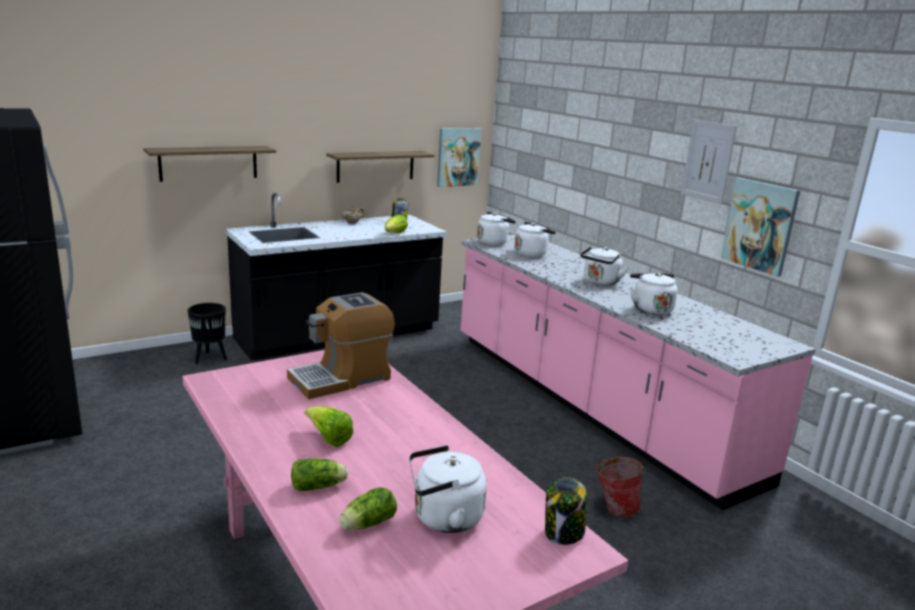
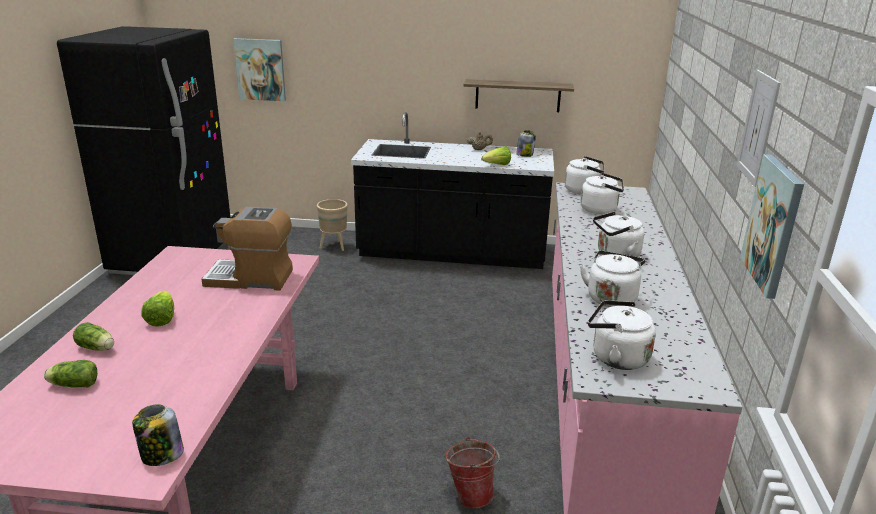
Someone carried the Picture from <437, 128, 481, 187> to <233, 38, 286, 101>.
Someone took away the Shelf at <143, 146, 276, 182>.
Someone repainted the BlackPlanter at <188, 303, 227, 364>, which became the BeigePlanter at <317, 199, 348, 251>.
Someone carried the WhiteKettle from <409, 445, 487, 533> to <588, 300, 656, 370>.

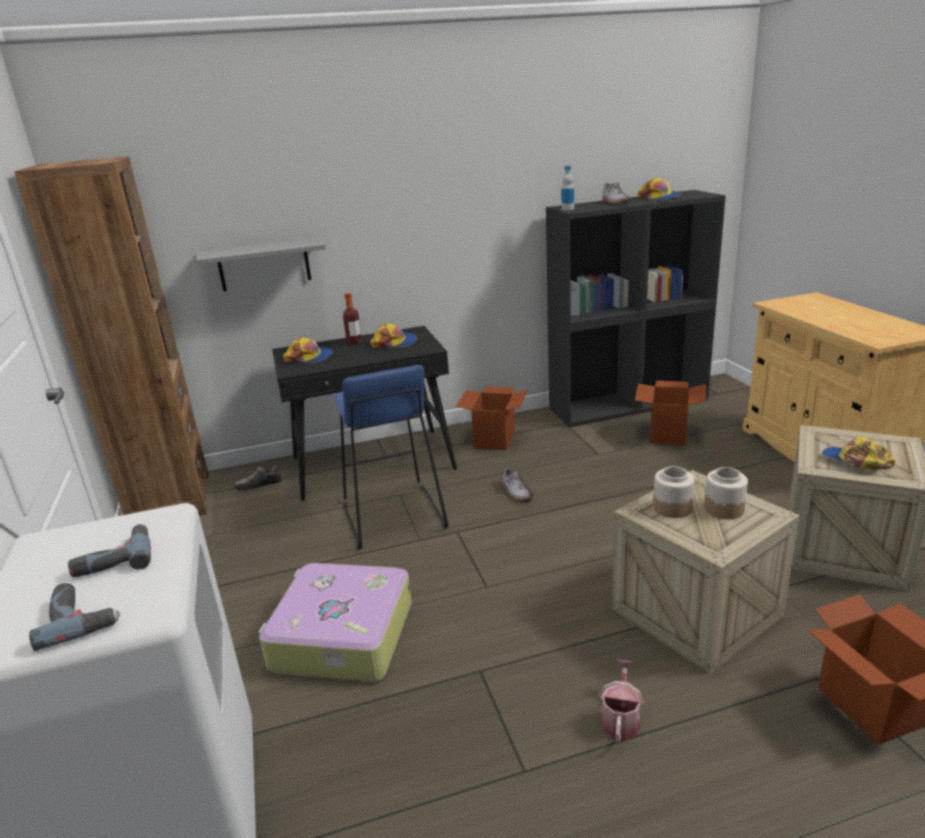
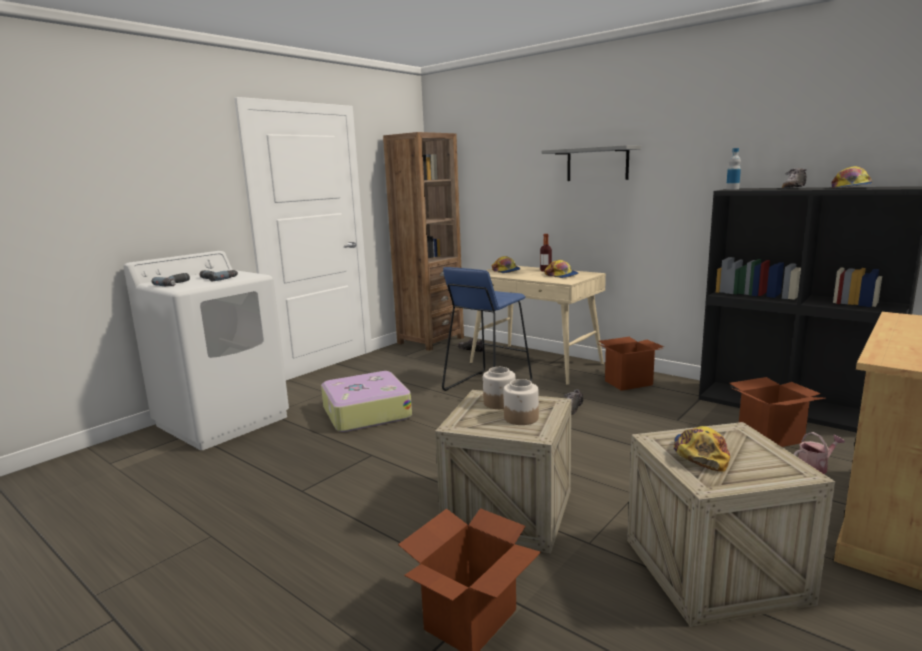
Someone carried the GreyShelf from <196, 237, 326, 291> to <542, 145, 641, 181>.
Someone repainted the BlackDesk at <272, 326, 457, 501>, which became the BeigeDesk at <470, 266, 606, 385>.
Someone carried the WateringCan from <599, 659, 644, 742> to <793, 432, 845, 474>.

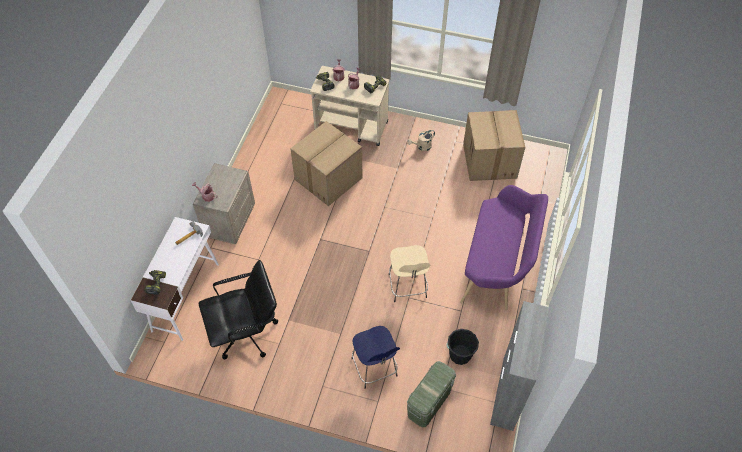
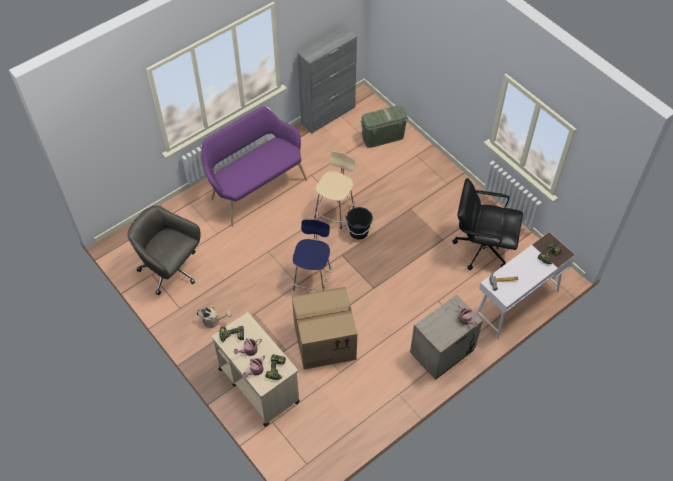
Someone swapped the CardboardBox at <463, 110, 525, 181> for the GreyOfficeChair at <127, 205, 200, 295>.
Someone carried the BlueStool from <351, 326, 400, 389> to <293, 219, 332, 291>.
Someone carried the BlackBucket from <446, 329, 479, 365> to <345, 207, 373, 240>.

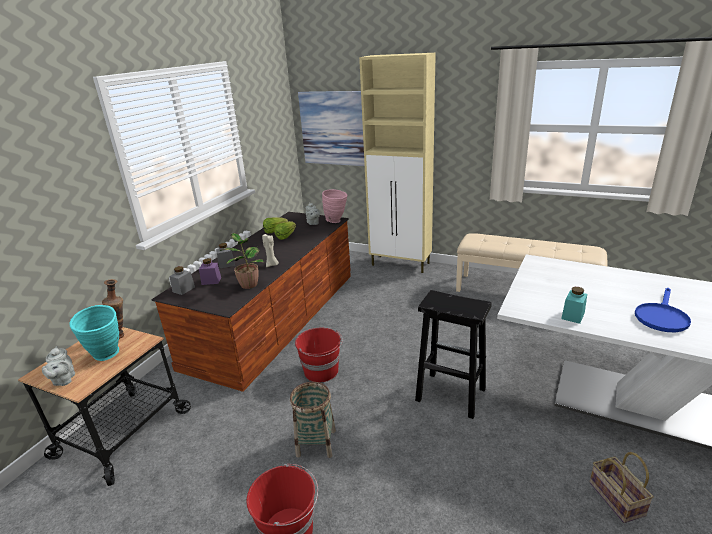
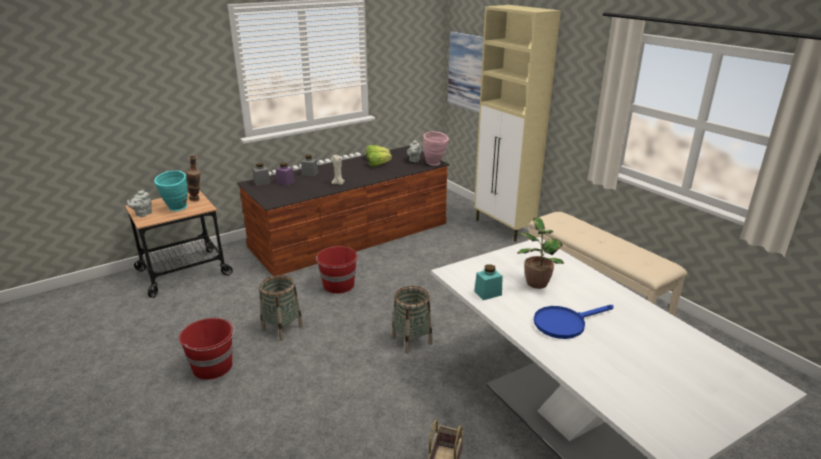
Someone carried the PottedPlant from <219, 233, 264, 289> to <515, 217, 564, 289>.
Someone swapped the BlackStool at <415, 290, 492, 419> for the Basket at <392, 286, 433, 354>.

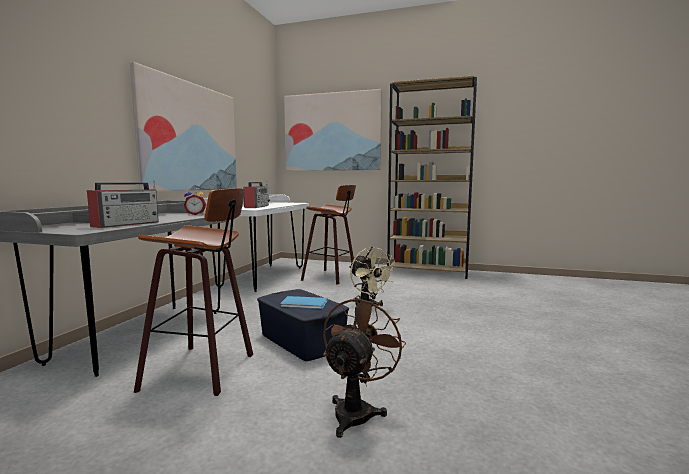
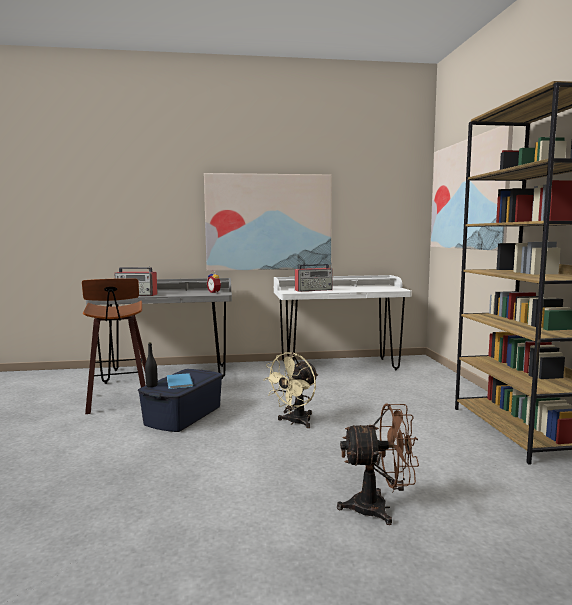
Someone took away the Stool at <301, 185, 356, 285>.
Someone carried the BrownFan from <323, 295, 406, 438> to <337, 403, 419, 525>.
Someone put down the BlackBottle at <145, 342, 158, 387>.

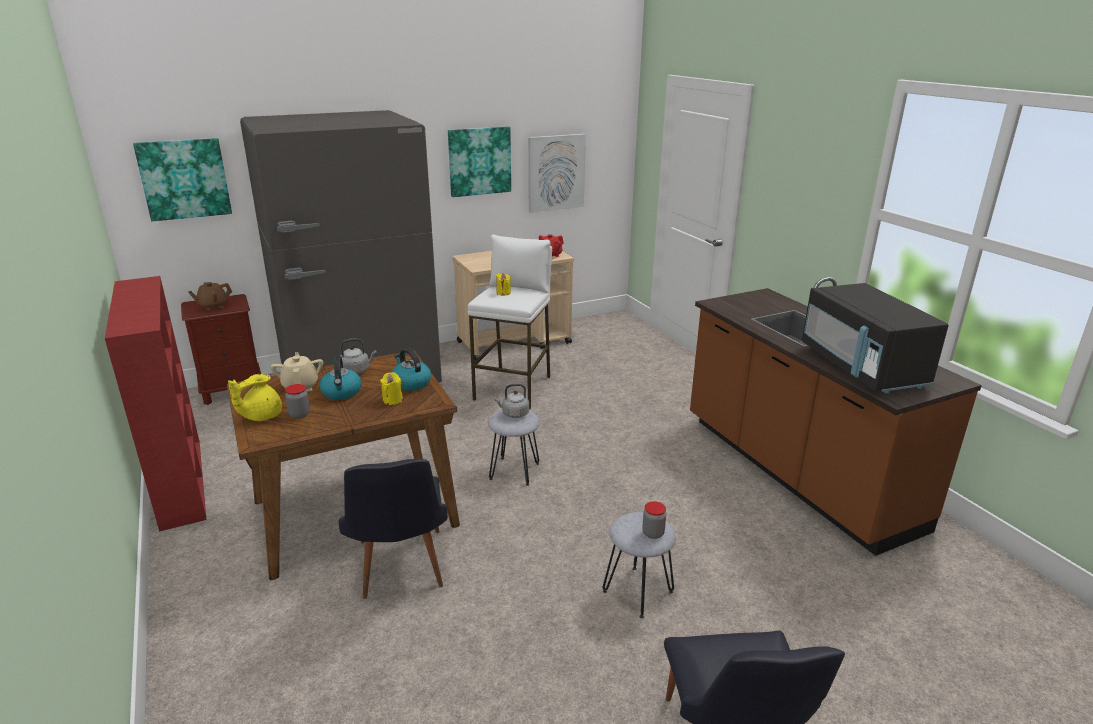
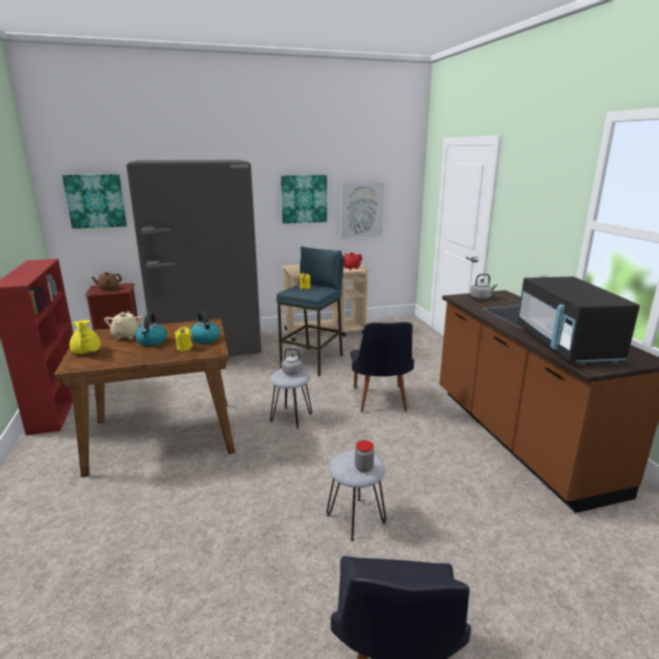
Someone repainted the WhiteStool at <467, 234, 552, 410>, which became the BlueStool at <276, 246, 344, 376>.
Someone carried the GreyKettle from <340, 338, 377, 374> to <470, 274, 497, 300>.
Someone rotated the YellowTeapot at <228, 374, 282, 421> by 75 degrees counterclockwise.
Someone took away the Jar at <285, 384, 310, 419>.
Someone carried the BlackChair from <339, 459, 448, 599> to <350, 322, 414, 413>.

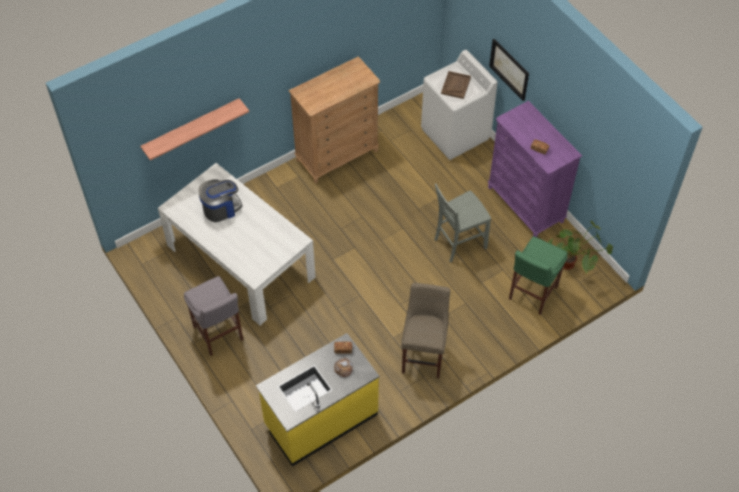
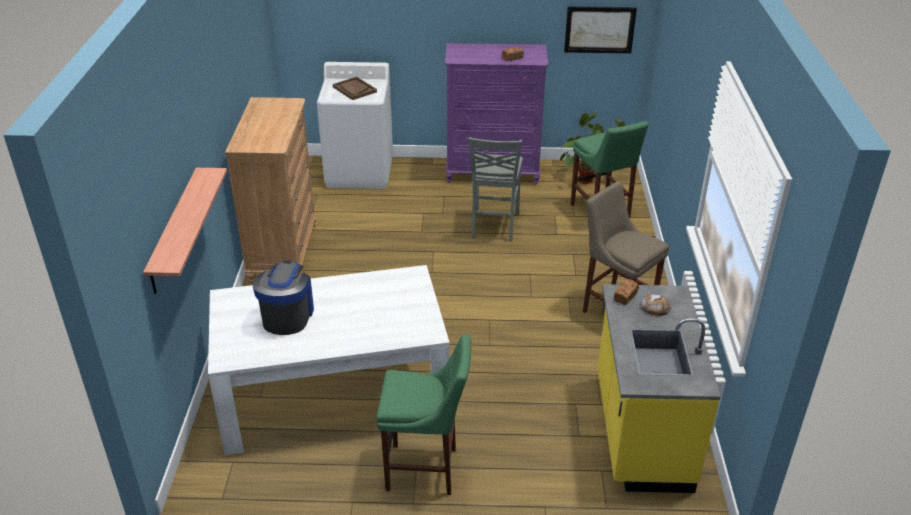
Someone carried the Picture from <489, 39, 529, 101> to <564, 6, 637, 53>.
Someone repainted the GreyStool at <184, 276, 243, 356>, which became the GreenStool at <377, 334, 471, 495>.

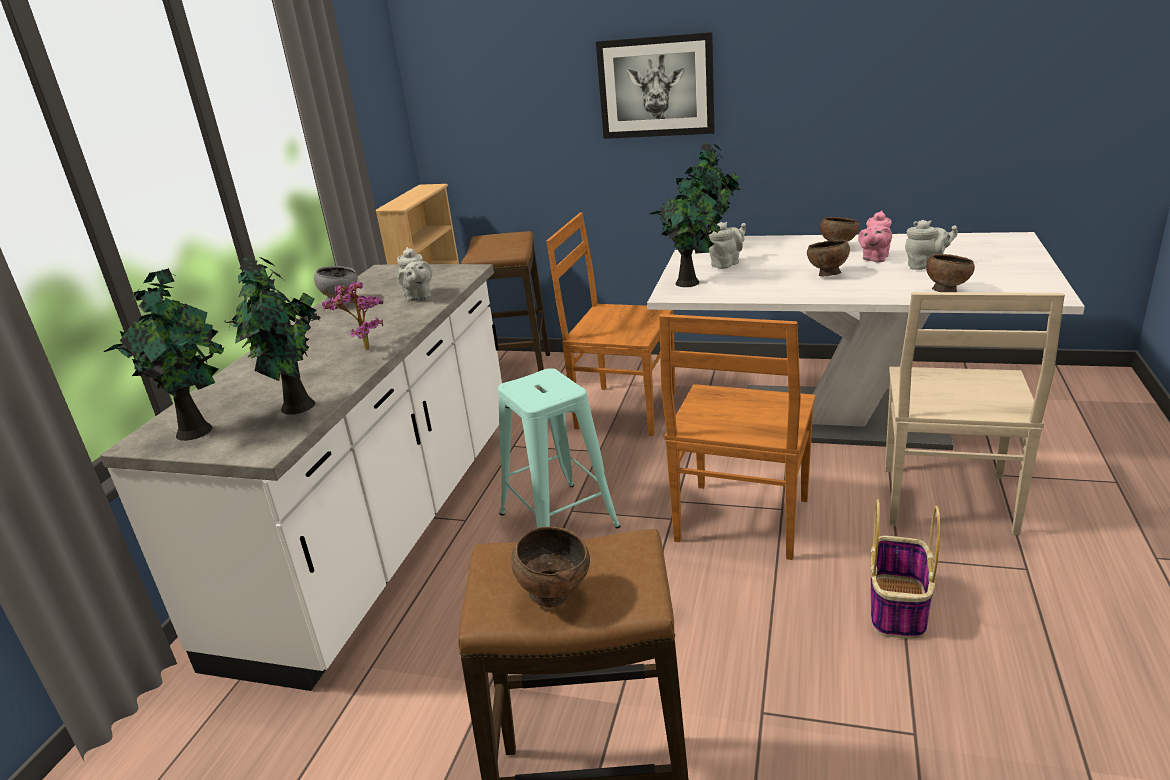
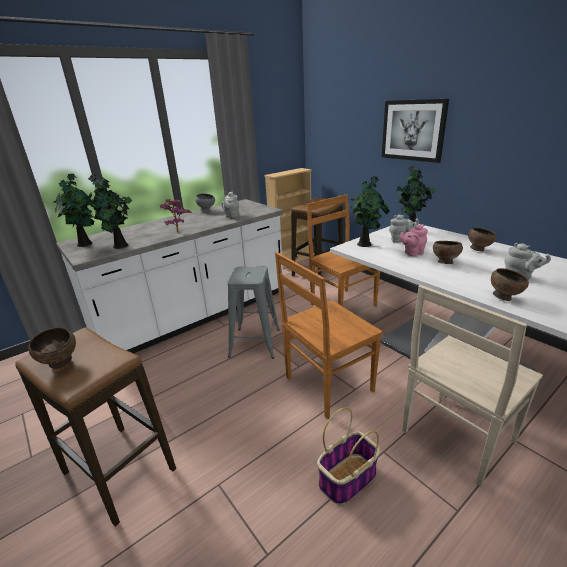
Someone carried the PinkTeapot from <858, 211, 892, 263> to <400, 224, 428, 256>.
Someone repainted the TurquoiseStool at <498, 368, 620, 528>, which became the GreyStool at <228, 267, 280, 359>.

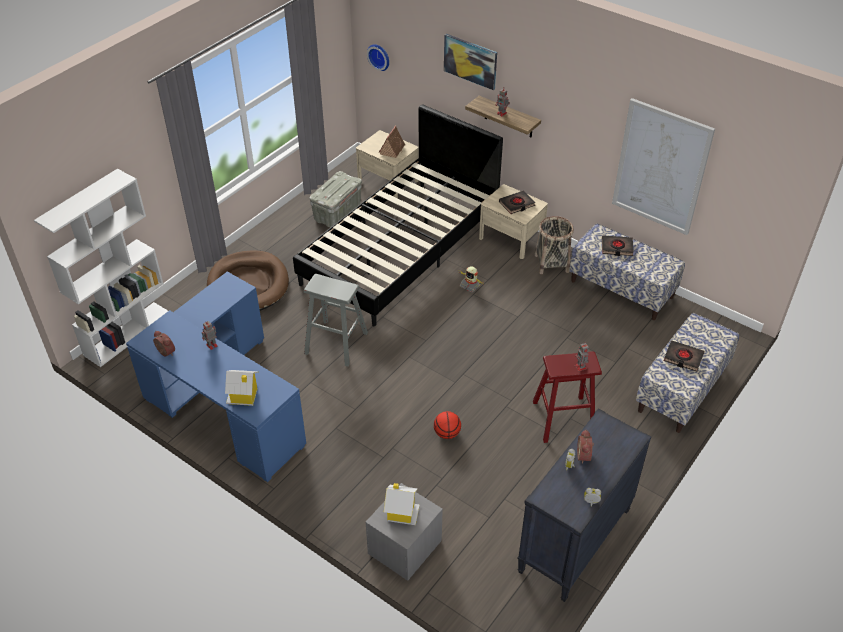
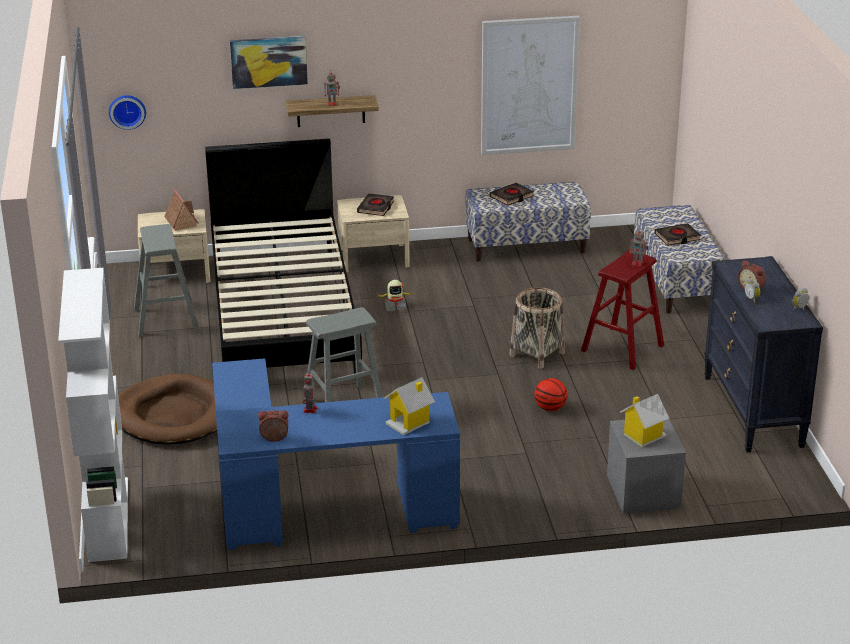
Someone swapped the GreyStorageBox at <309, 171, 362, 227> for the GreyStool at <134, 224, 199, 337>.
Someone carried the Basket from <535, 216, 574, 274> to <509, 287, 565, 369>.

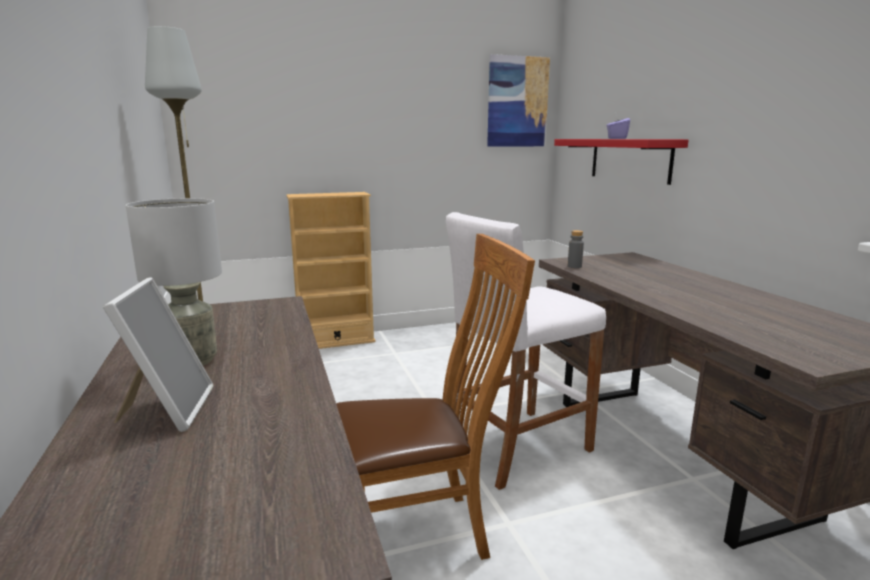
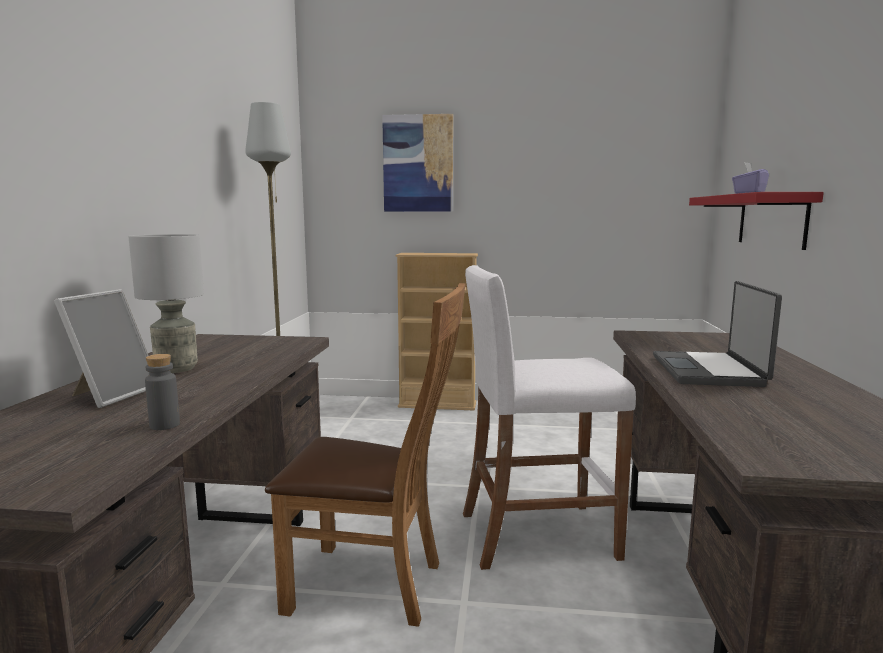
Someone carried the Picture from <487, 54, 550, 147> to <382, 114, 453, 212>.
Someone carried the GreyBottle from <568, 230, 584, 268> to <145, 354, 180, 430>.
Someone put down the Laptop at <653, 281, 782, 387>.

